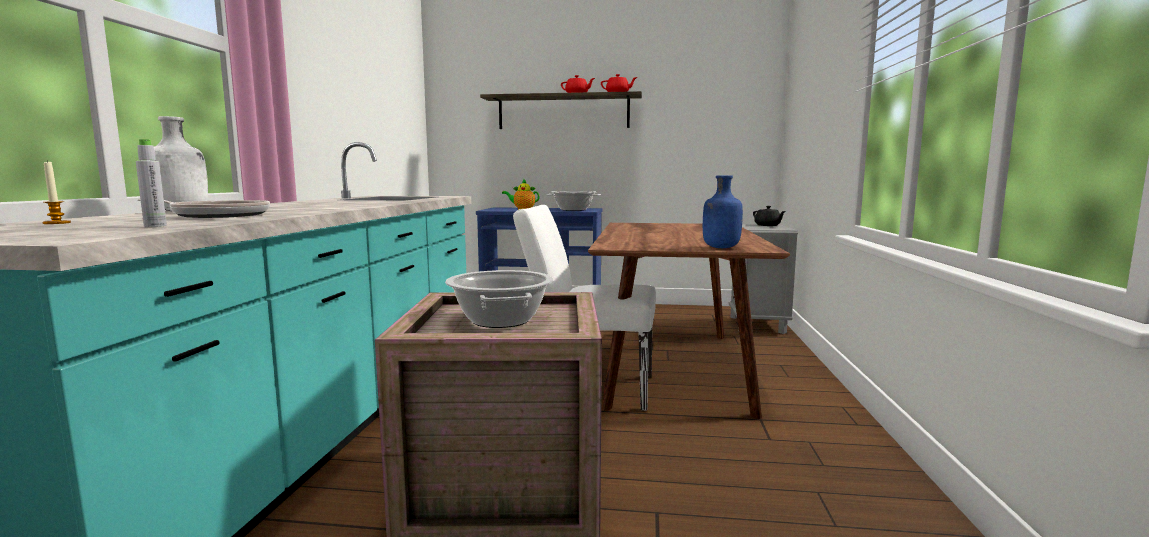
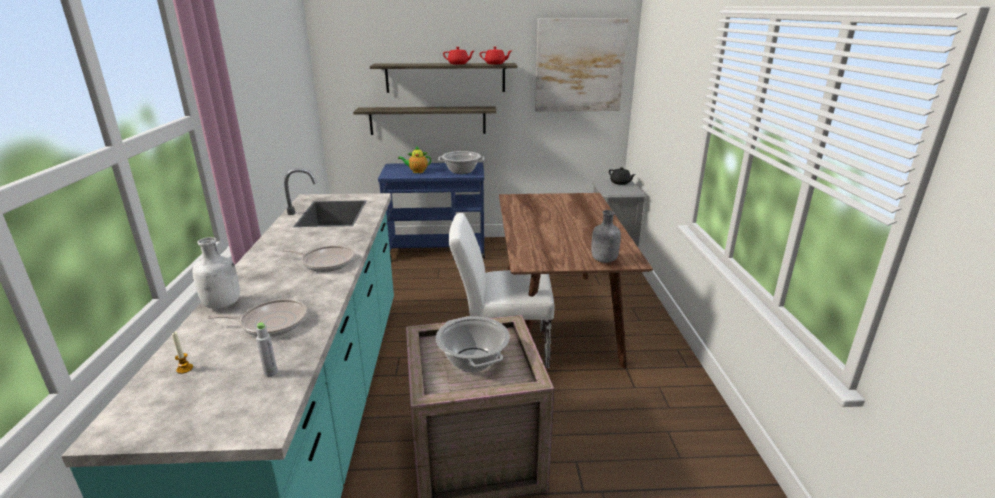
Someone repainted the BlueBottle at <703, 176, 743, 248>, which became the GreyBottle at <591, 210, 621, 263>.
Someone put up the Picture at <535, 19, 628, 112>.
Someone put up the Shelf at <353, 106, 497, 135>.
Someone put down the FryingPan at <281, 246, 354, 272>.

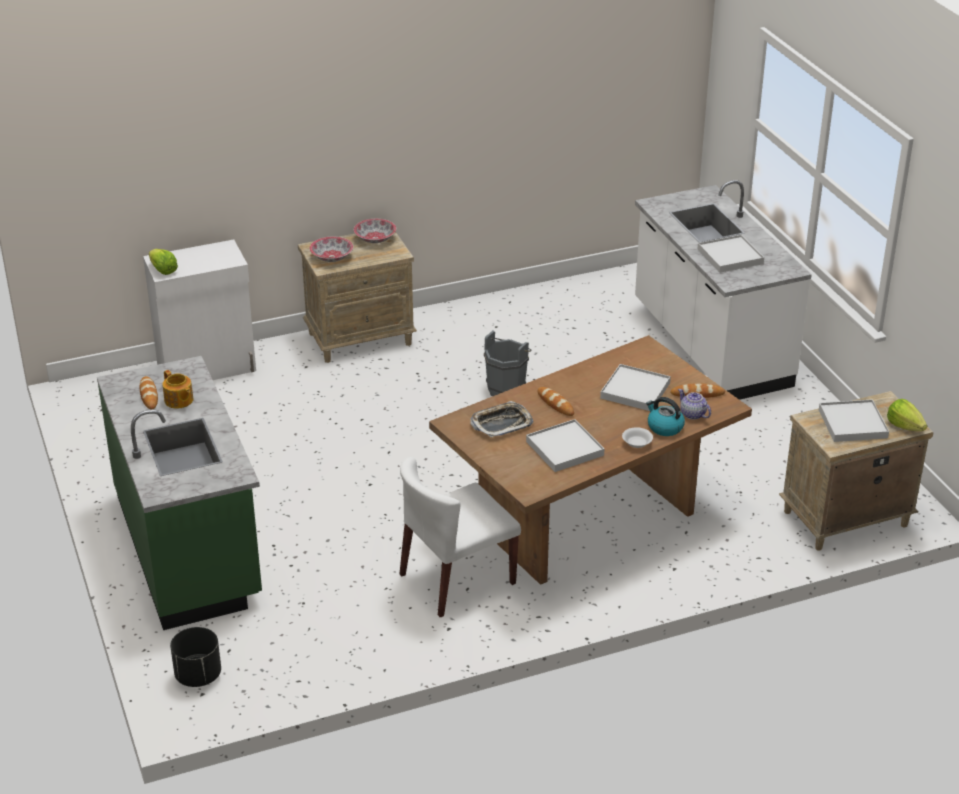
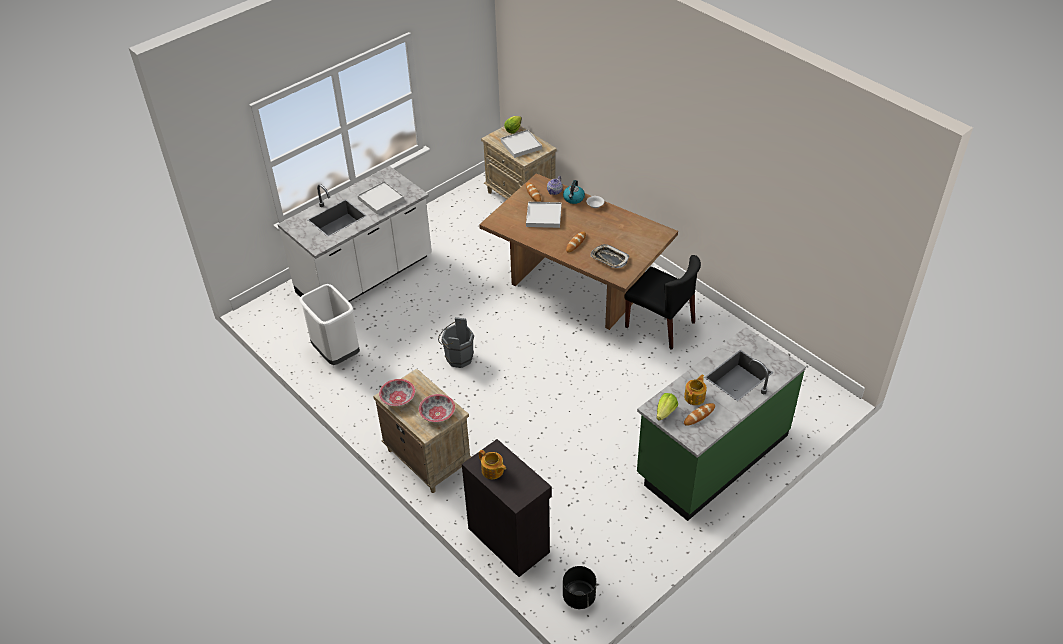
Someone repainted the WhiteCabinet at <143, 240, 256, 380>, which became the BlackCabinet at <462, 439, 552, 577>.
Someone carried the Lettuce from <149, 249, 178, 275> to <657, 393, 678, 421>.
Someone took away the WhiteTray at <526, 419, 604, 472>.
Someone repainted the WhiteChair at <399, 457, 521, 618>, which became the BlackChair at <624, 255, 701, 350>.
Someone carried the BlackPlanter from <170, 627, 221, 687> to <563, 566, 596, 609>.
Someone put down the WhiteTrashCan at <299, 284, 360, 365>.
Someone put down the Teapot at <479, 450, 506, 479>.

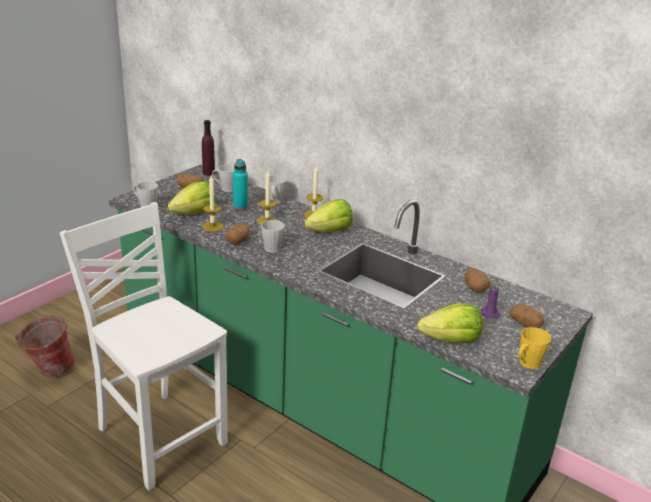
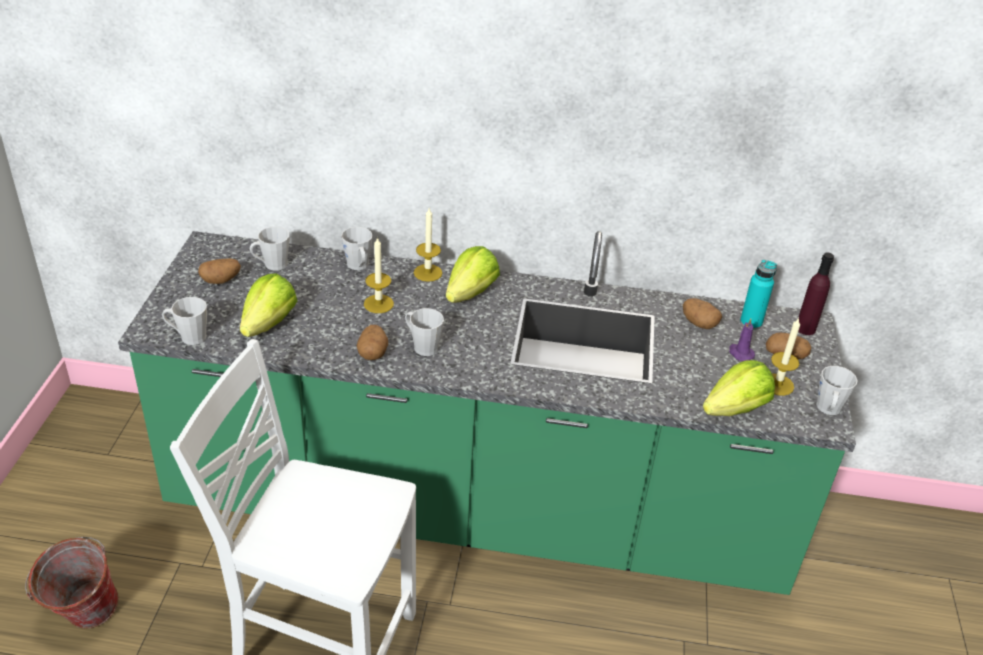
Someone carried the PurpleBottle from <202, 120, 215, 176> to <798, 252, 834, 335>.
Someone carried the TurquoiseBottle from <233, 159, 248, 209> to <740, 260, 777, 330>.
Someone carried the Candle from <202, 174, 223, 232> to <771, 318, 800, 396>.
Someone repainted the YellowMug at <519, 327, 551, 369>, which became the GreyMug at <816, 366, 857, 415>.

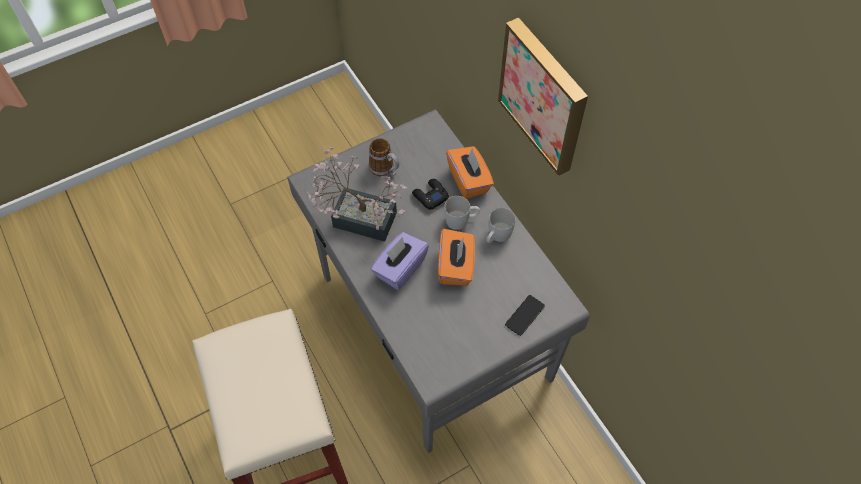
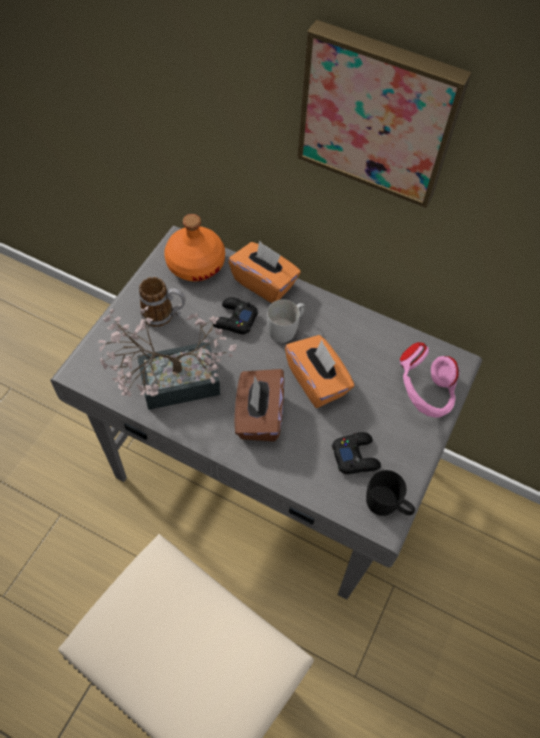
Someone took away the WhiteMug at <486, 208, 515, 243>.
Someone repainted the PurpleTissueBox at <371, 232, 429, 290>, which became the BrownTissueBox at <235, 369, 284, 442>.
Someone swapped the Phone at <505, 295, 545, 336> for the PinkHeadphones at <400, 342, 460, 418>.
Someone put down the OrangeBottle at <164, 214, 225, 281>.
Someone put down the BlackGameController at <332, 432, 381, 474>.
Someone put down the BlackMug at <366, 470, 415, 516>.

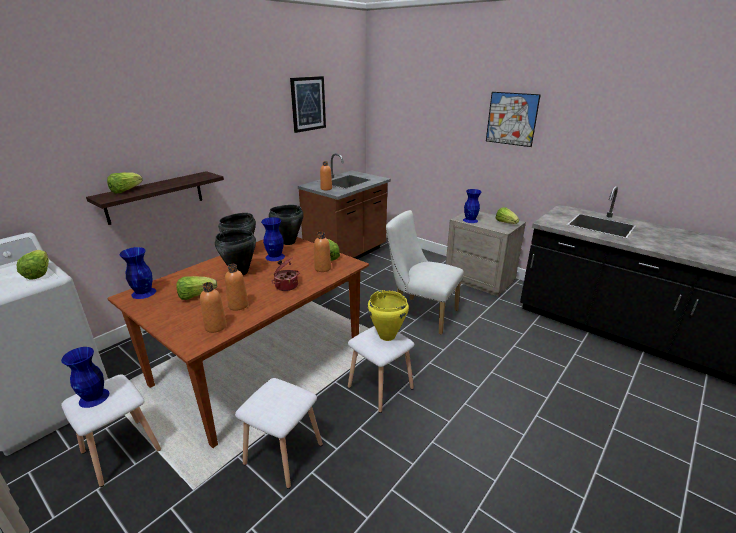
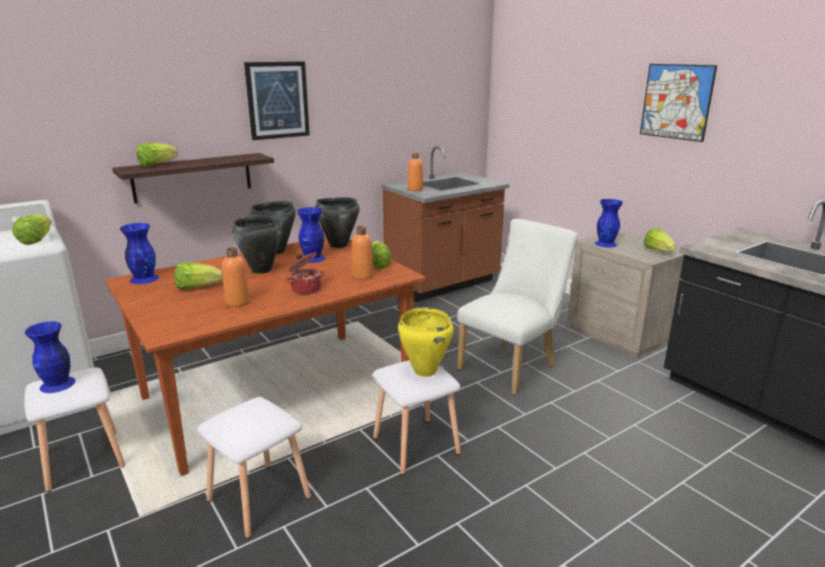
Someone carried the Picture from <290, 76, 326, 133> to <244, 61, 310, 140>.
Someone rotated the WhiteChair at <386, 210, 464, 335> by 90 degrees clockwise.
Someone took away the OrangeBottle at <200, 282, 227, 333>.

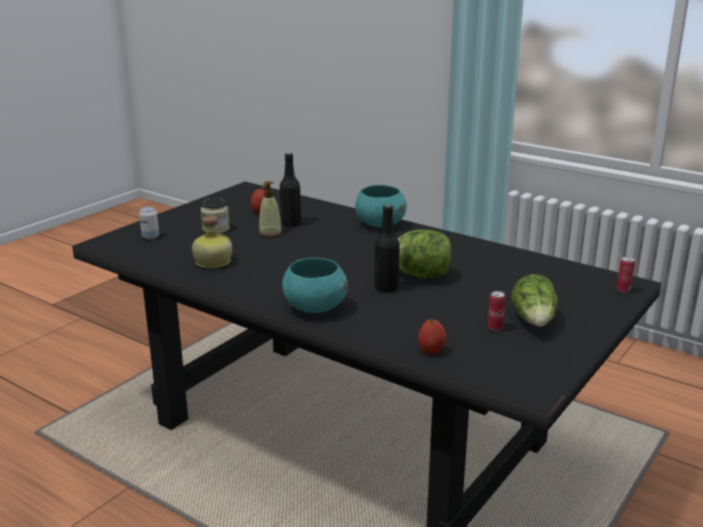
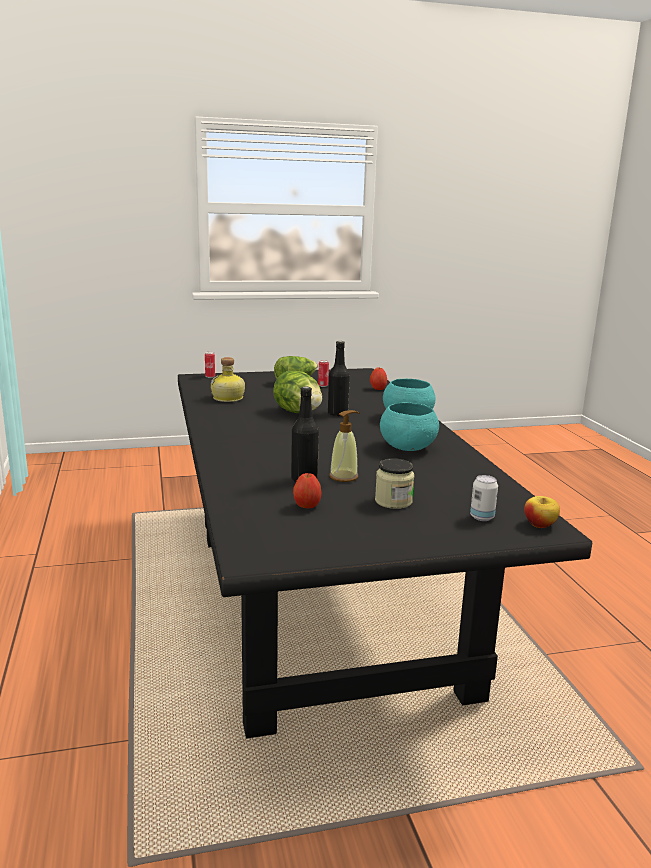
Someone carried the TurquoiseBowl from <355, 185, 407, 227> to <380, 402, 439, 451>.
Someone carried the Bottle from <192, 215, 232, 269> to <211, 357, 245, 402>.
Someone put down the Apple at <524, 496, 560, 528>.

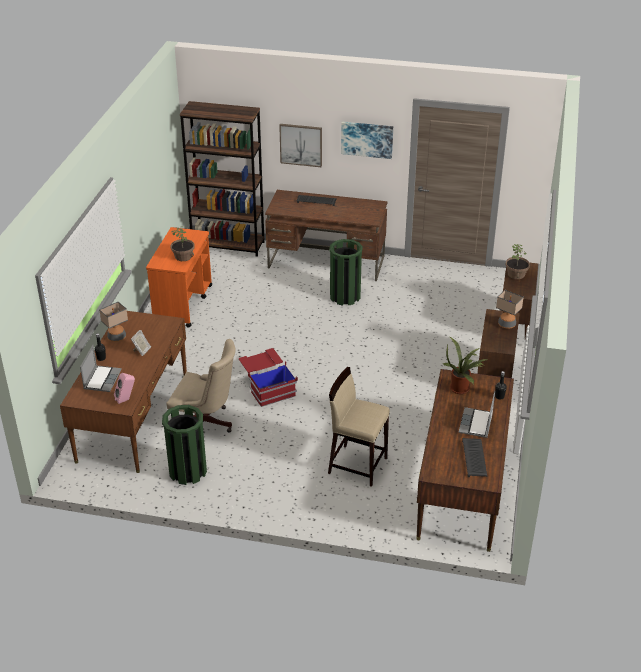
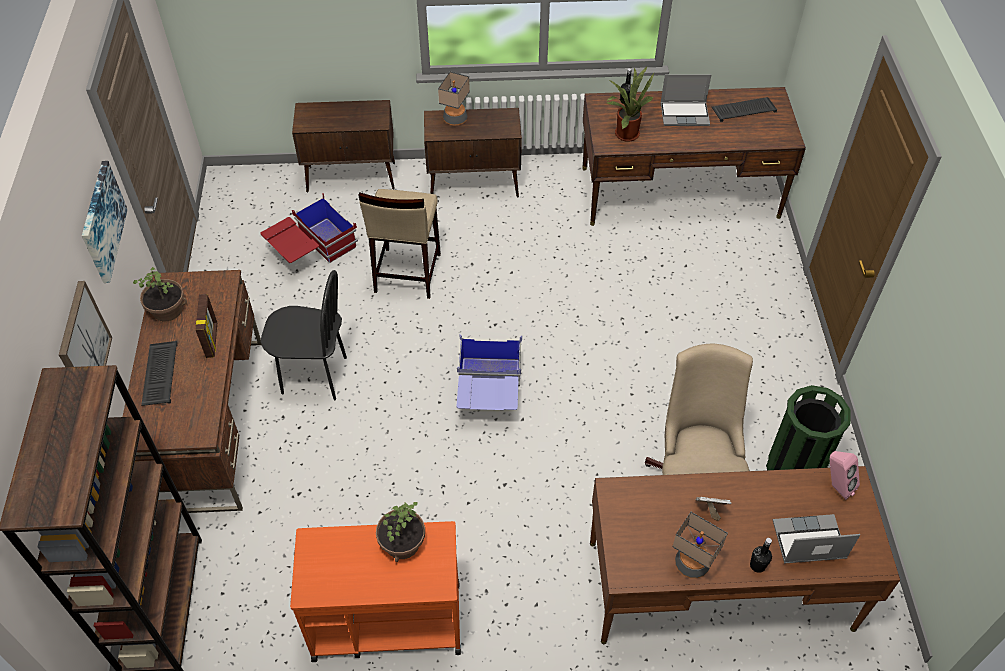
Someone swapped the GreenTrashCan at <329, 239, 363, 306> for the BlackChair at <261, 270, 347, 400>.
Someone carried the PottedPlant from <506, 244, 530, 279> to <133, 267, 187, 321>.
Someone carried the RedStorageBox from <239, 348, 298, 407> to <260, 193, 358, 263>.
Someone carried the BeigeStool from <328, 367, 390, 487> to <358, 189, 441, 299>.
Someone put down the PictureFrame at <195, 294, 217, 358>.
Someone put down the BlueStorageBox at <456, 334, 522, 410>.

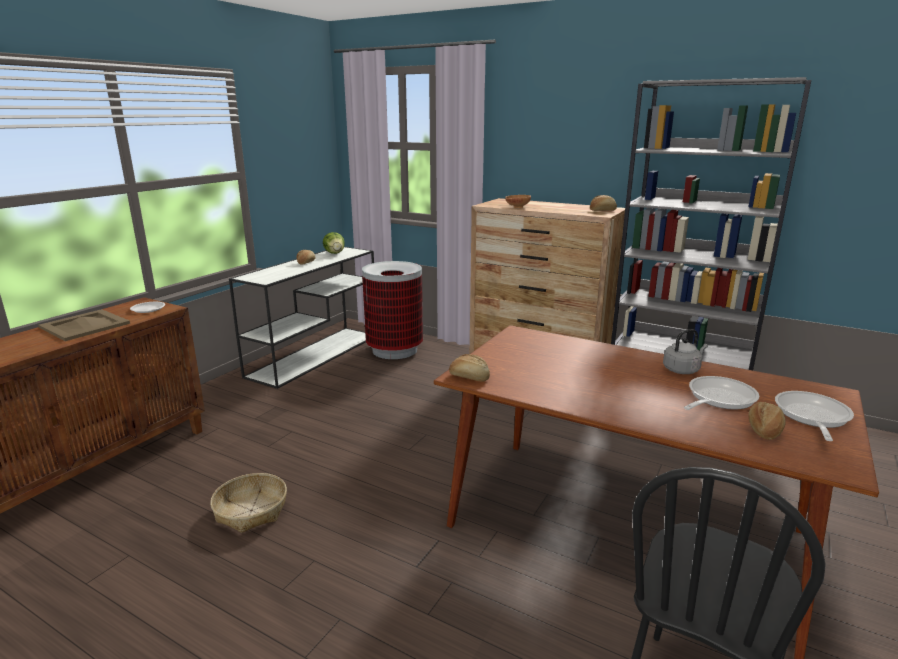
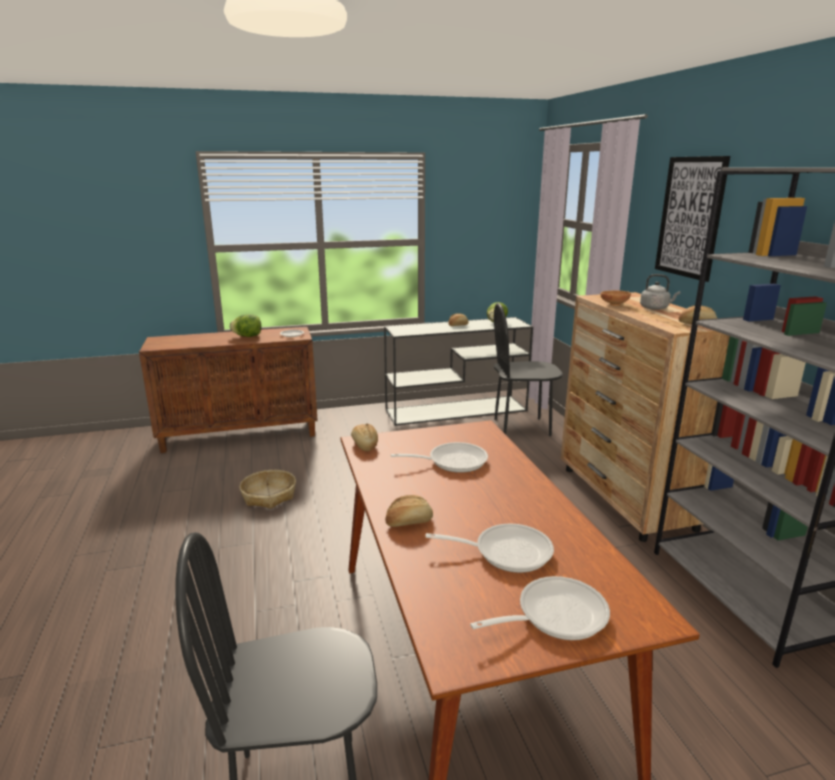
Someone swapped the TrashCan at <362, 261, 423, 359> for the BlackChair at <494, 303, 563, 436>.
Someone swapped the BeigeTray at <38, 309, 130, 341> for the Lettuce at <230, 314, 261, 337>.
Someone carried the GreyKettle from <663, 329, 708, 374> to <640, 274, 680, 310>.
Someone carried the Bread from <748, 402, 786, 440> to <385, 495, 433, 527>.
Someone put up the Picture at <655, 156, 730, 282>.
Someone put down the FryingPan at <391, 442, 488, 473>.

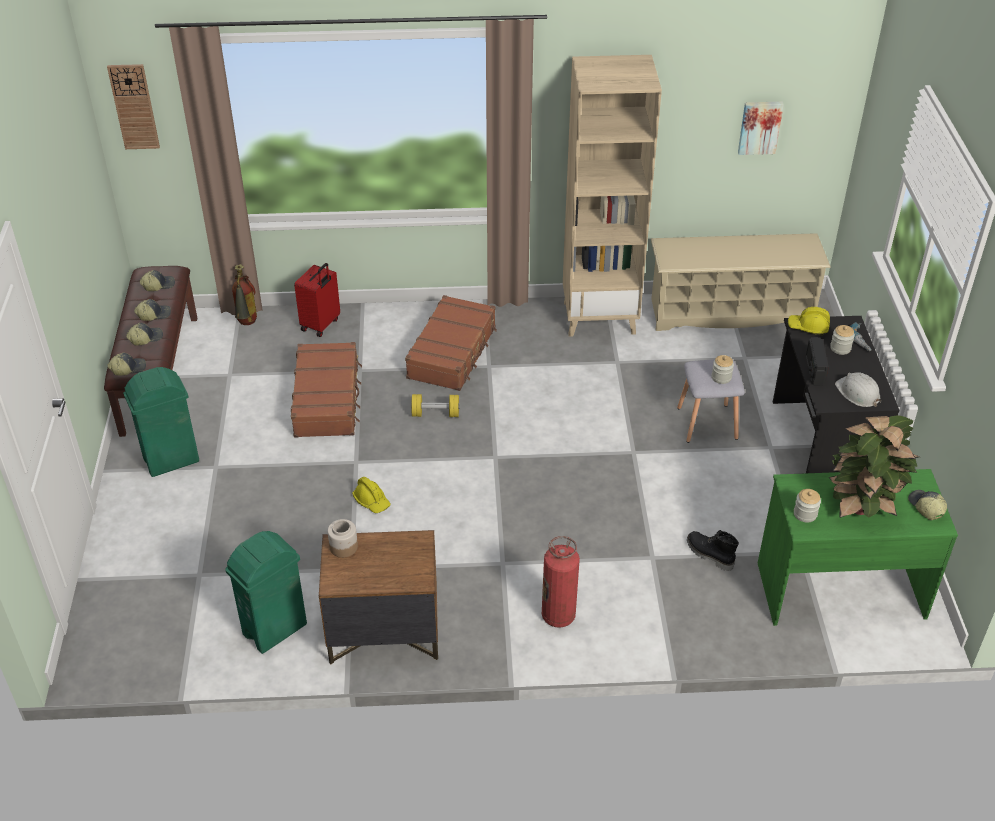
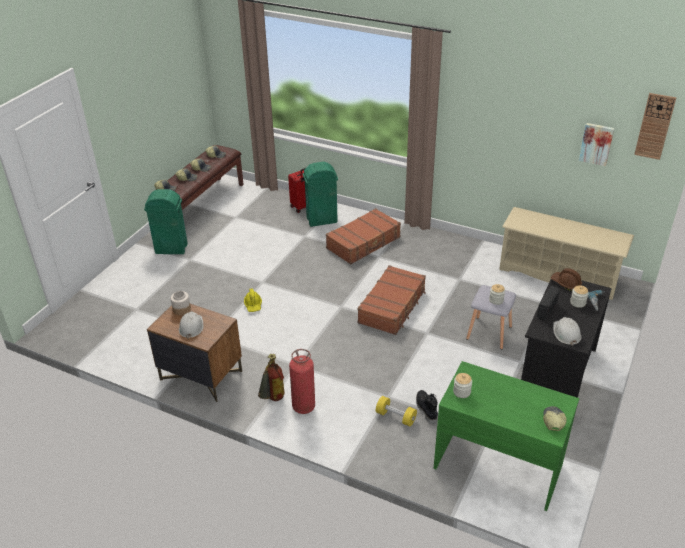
Someone took away the BeigeBookcase at <563, 55, 662, 337>.
Someone carried the WallClock from <107, 64, 160, 149> to <634, 93, 676, 160>.
Someone carried the FireExtinguisher from <232, 264, 257, 325> to <258, 354, 284, 401>.
Someone repainted the YellowHardHat at <788, 307, 830, 335>, which became the BrownHardHat at <551, 268, 582, 291>.
Someone carried the BrownSuitcase from <291, 342, 362, 438> to <358, 265, 426, 335>.
Someone carried the YellowDumbbell from <411, 394, 460, 417> to <376, 396, 417, 427>.
Someone took away the PottedPlant at <829, 415, 919, 518>.
Someone carried the GreenTrashCan from <225, 531, 307, 654> to <303, 162, 338, 227>.
Someone put down the WhiteHardHat at <179, 311, 204, 339>.

